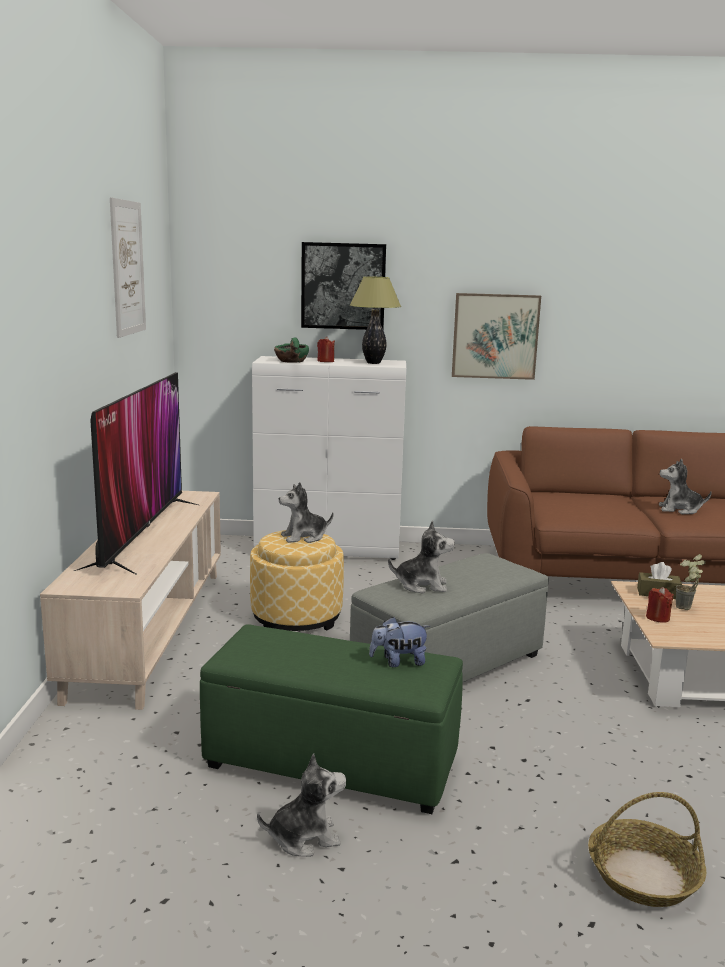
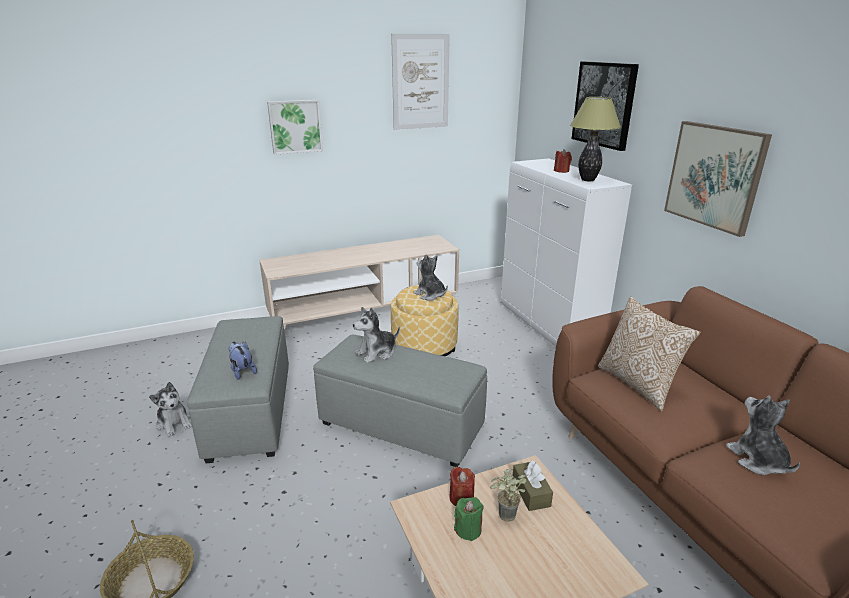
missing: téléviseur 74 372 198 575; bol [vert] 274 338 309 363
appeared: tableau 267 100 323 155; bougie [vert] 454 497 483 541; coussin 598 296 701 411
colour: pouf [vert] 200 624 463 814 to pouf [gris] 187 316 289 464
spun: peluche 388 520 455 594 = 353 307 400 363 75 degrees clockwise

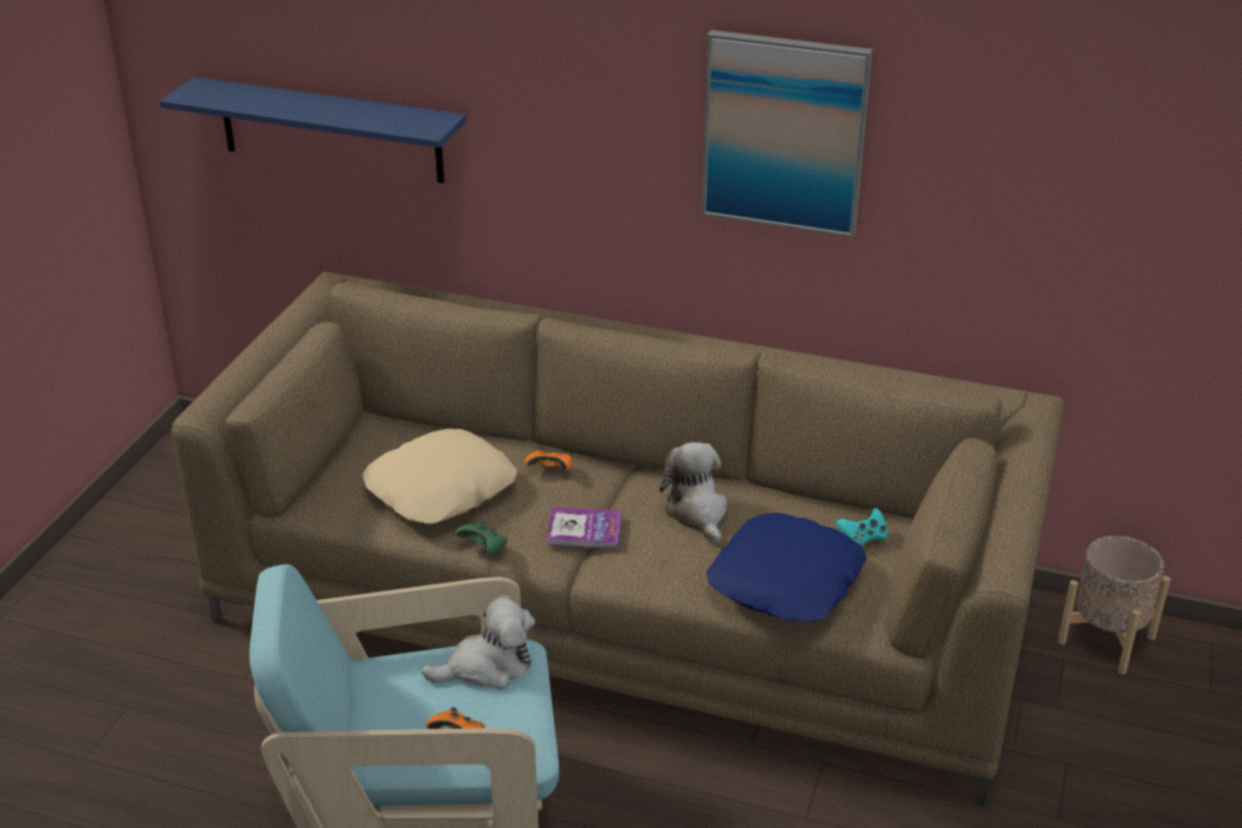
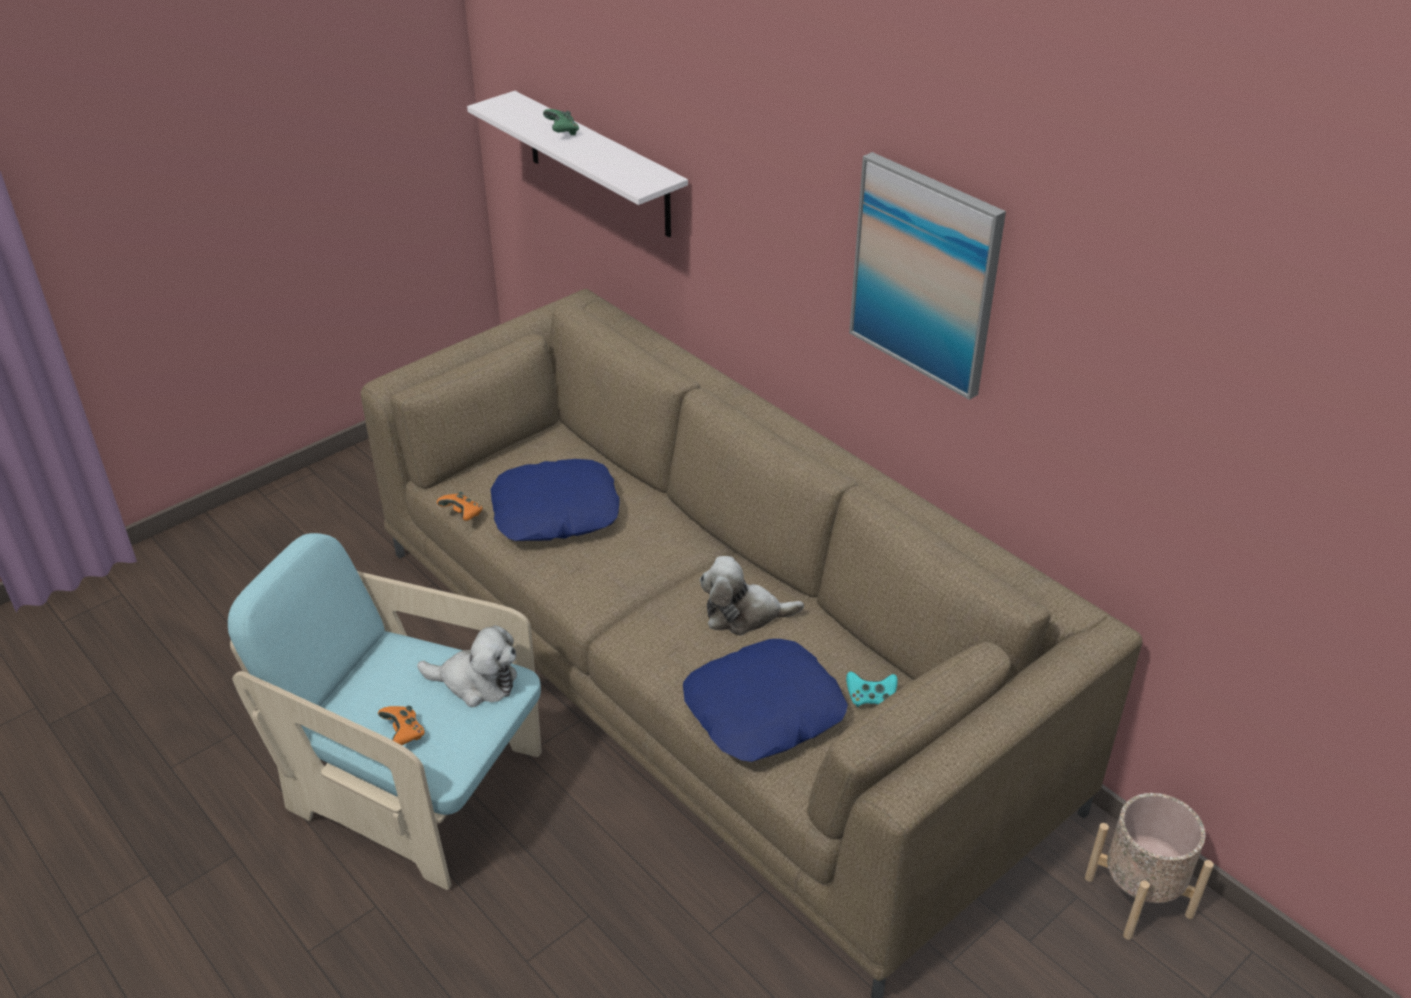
missing: livre 547 507 621 548
relocated: manette [vert] 455 521 508 554 to 543 109 579 135; manette [orange] 525 448 572 471 to 437 492 483 521
colour: étagère [bleu] 160 77 467 183 to étagère [blanc] 467 91 688 237; coussin [beige] 362 429 517 525 to coussin [bleu] 490 459 619 541
spun: peluche 659 442 727 545 = 700 556 804 636 105 degrees counterclockwise

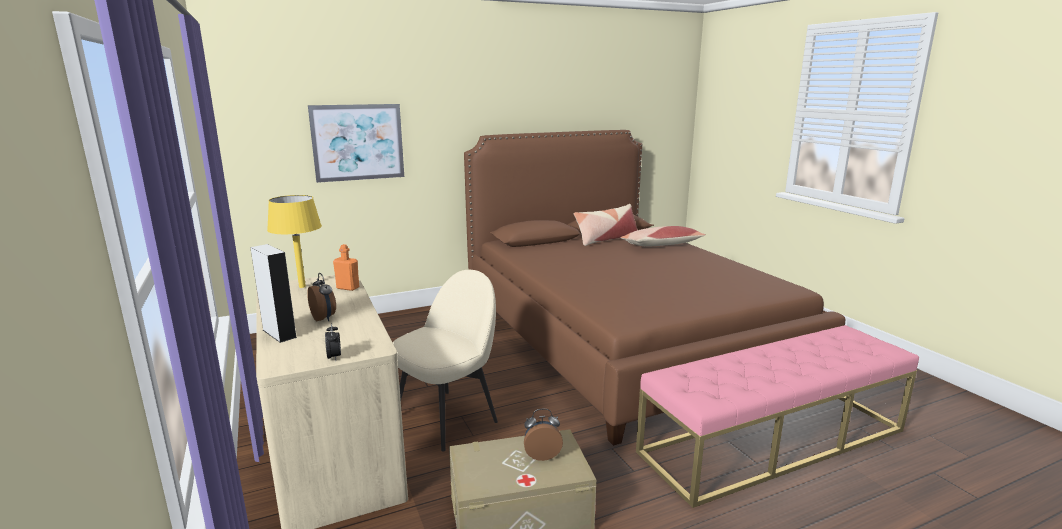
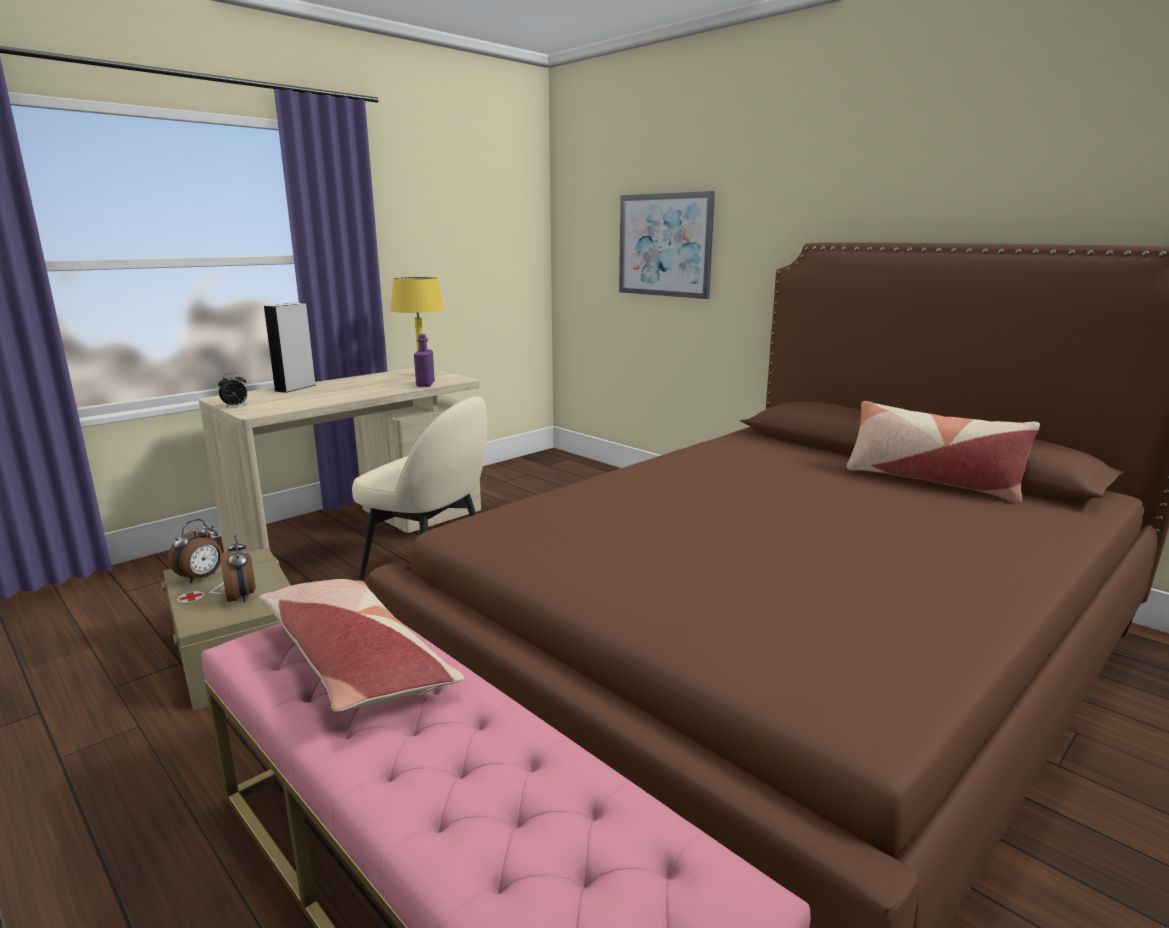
relocated: réveil 307 273 336 321 to 168 519 222 583; coussin 620 226 705 246 to 259 579 464 712
colour: bouteille [orange] 333 244 359 291 to bouteille [violet] 414 334 435 387

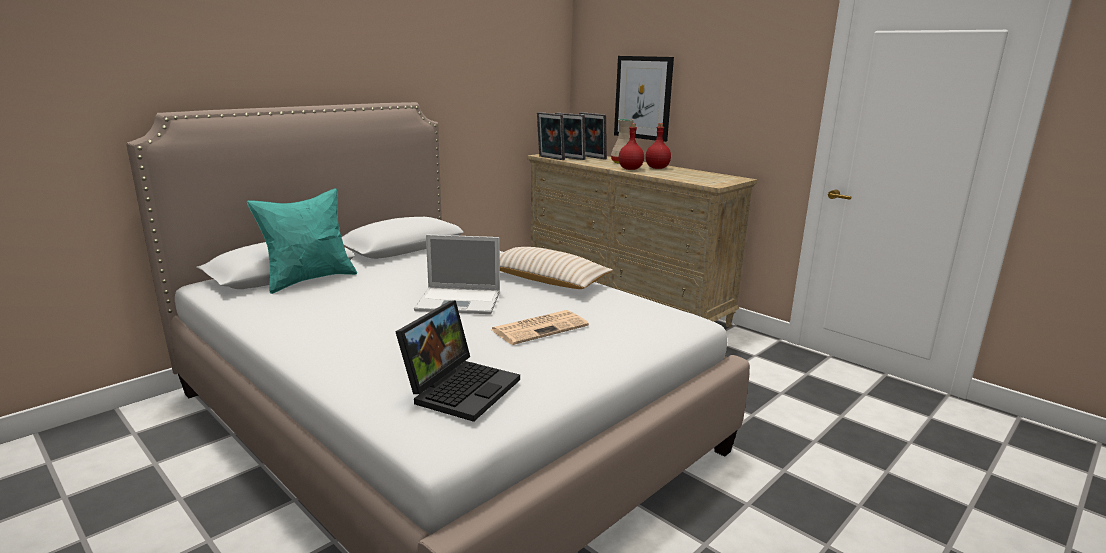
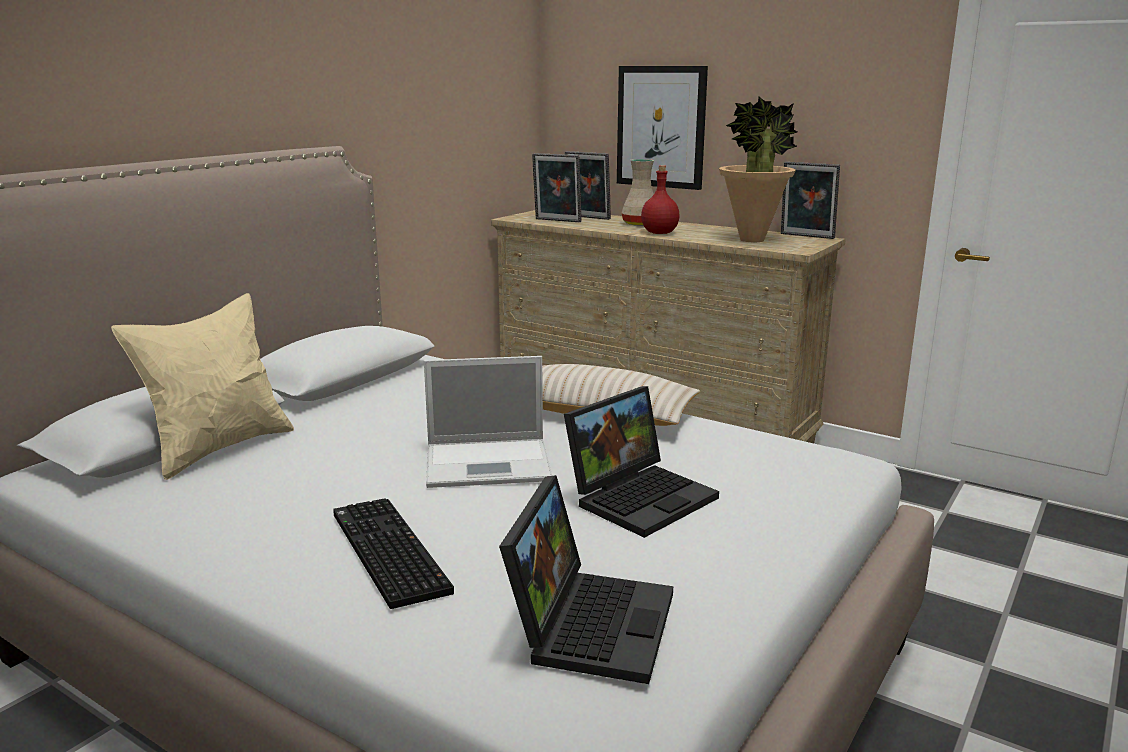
missing: bouteille [rouge] 645 123 671 169
appeared: clavier 333 499 454 609; plante en pot 719 97 797 242
relocated: cadre photo 537 112 565 160 to 781 162 840 239
exchanged: journal 490 310 589 345 to ordinateur portable 564 386 719 538
colour: coussin [turquoise] 247 188 357 294 to coussin [beige] 111 293 294 480

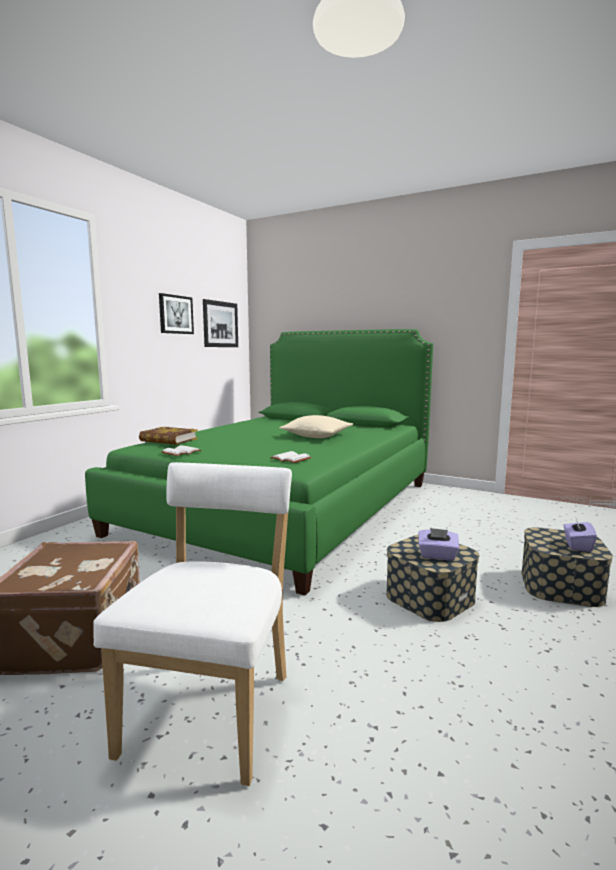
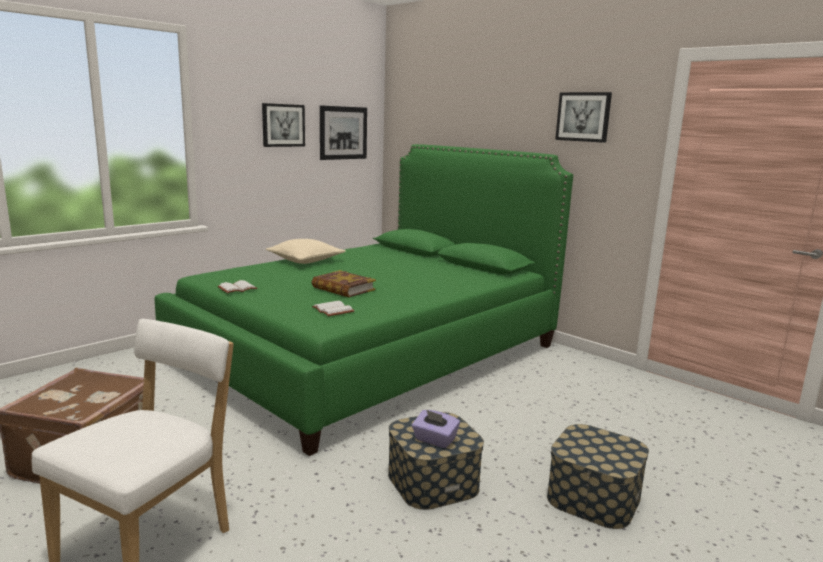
missing: boîte à mouchoirs [violet] 564 519 597 552
appeared: tableau 555 92 612 143
relocated: livre 139 427 198 445 to 311 270 376 297; coussin [beige] 280 415 353 438 to 266 239 346 264

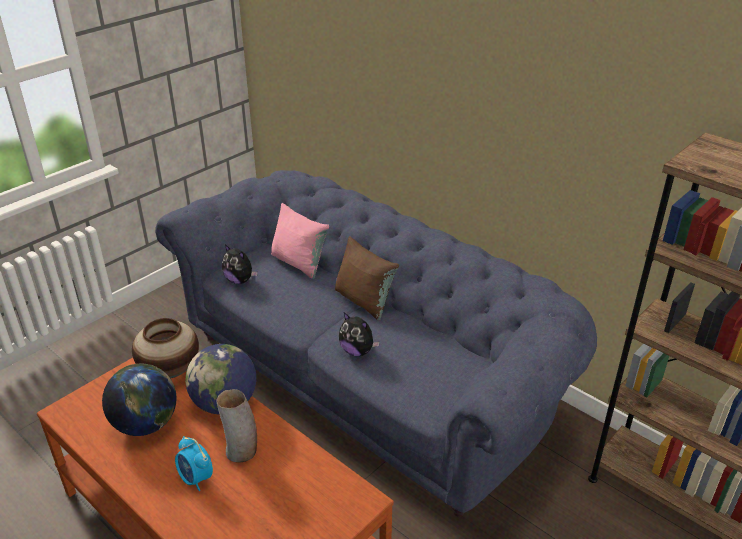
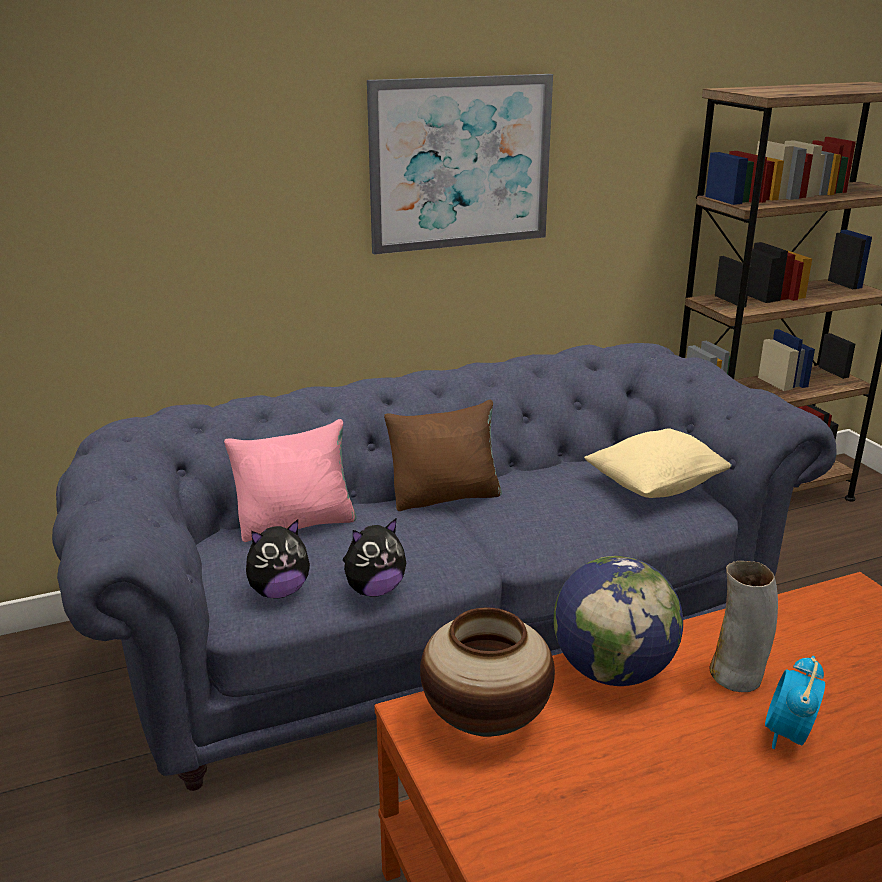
missing: globe 102 364 177 436
appeared: tableau 367 74 553 255; coussin [beige] 584 428 732 498
relocated: peluche 339 312 380 356 to 343 518 406 597
spun: réveil 175 436 213 491 = 765 656 825 749 135 degrees clockwise

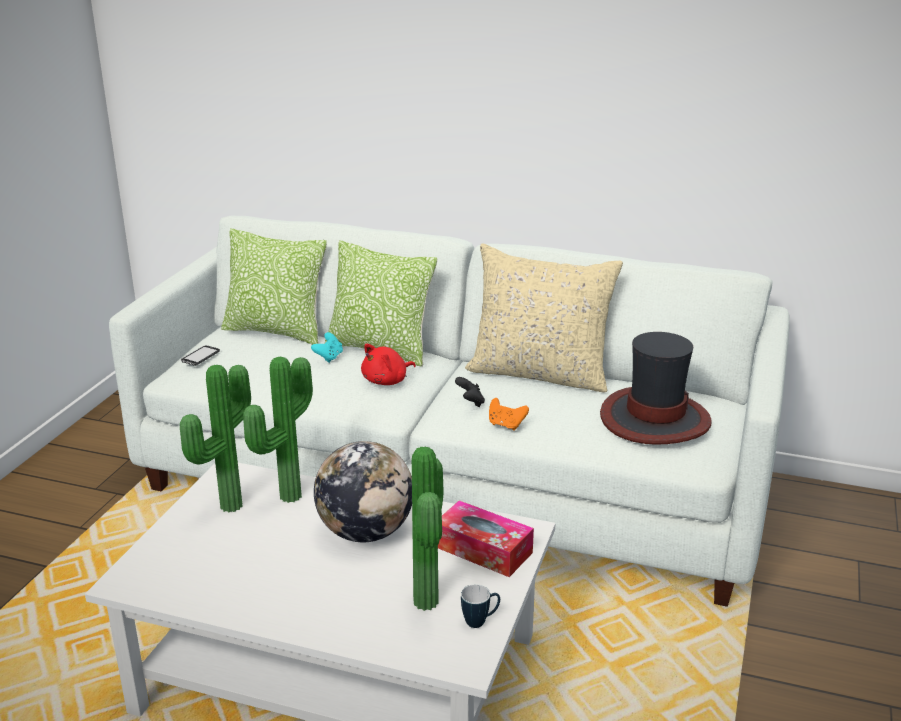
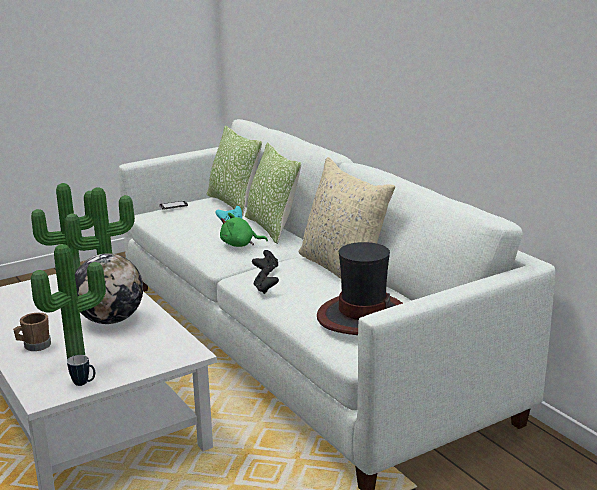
missing: boîte à mouchoirs 438 500 534 577
appeared: mug [marron] 13 313 51 351
colour: peluche [rouge] 361 344 416 385 to peluche [vert] 220 213 268 247; manette [orange] 489 398 529 431 to manette [noir] 254 268 279 294

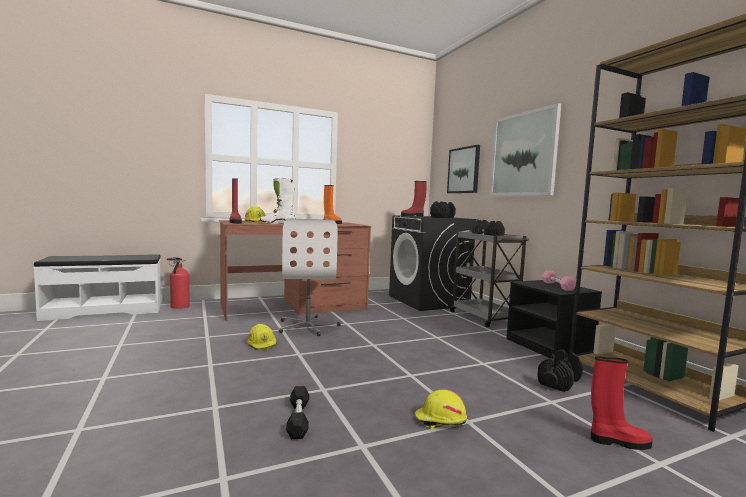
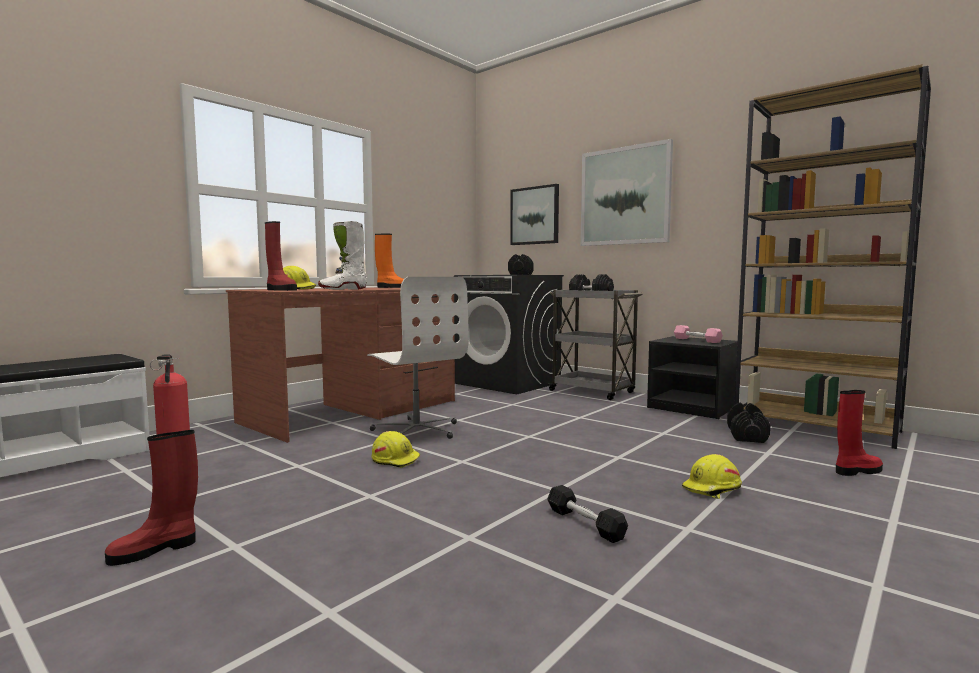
relocated: botte [rouge] 401 181 427 216 to 105 430 198 566

